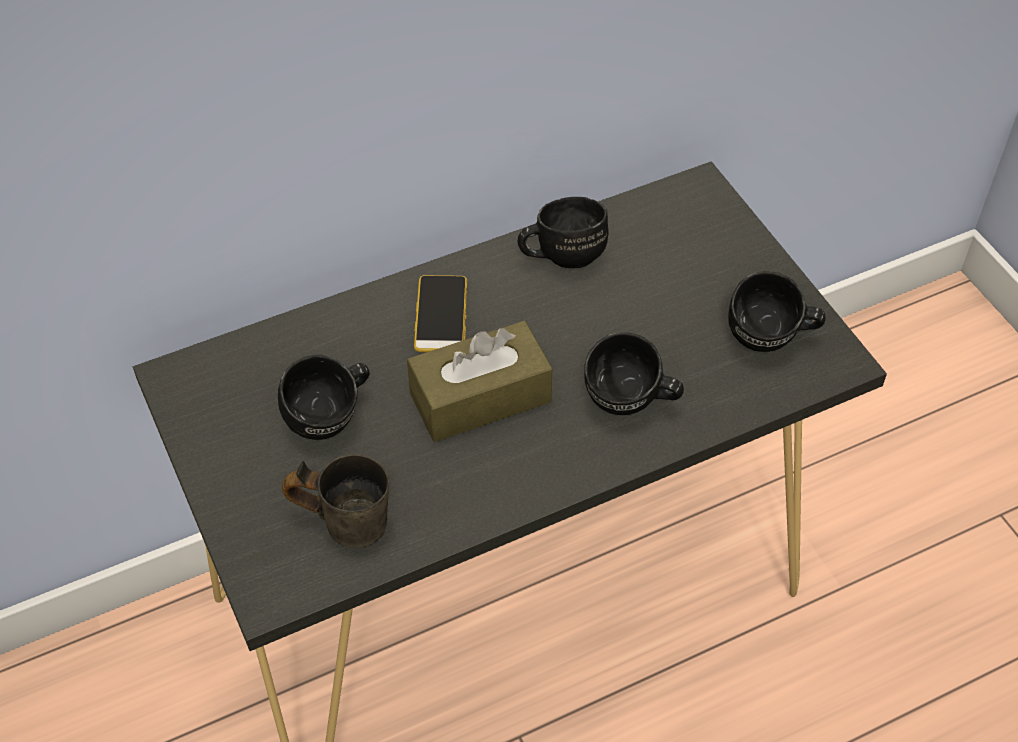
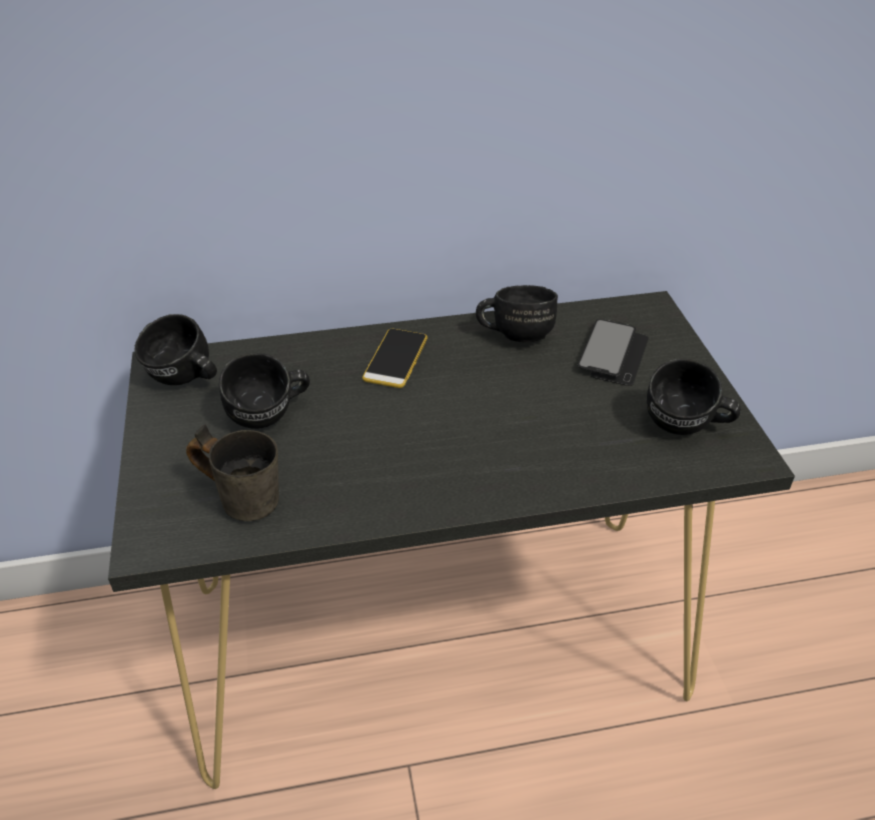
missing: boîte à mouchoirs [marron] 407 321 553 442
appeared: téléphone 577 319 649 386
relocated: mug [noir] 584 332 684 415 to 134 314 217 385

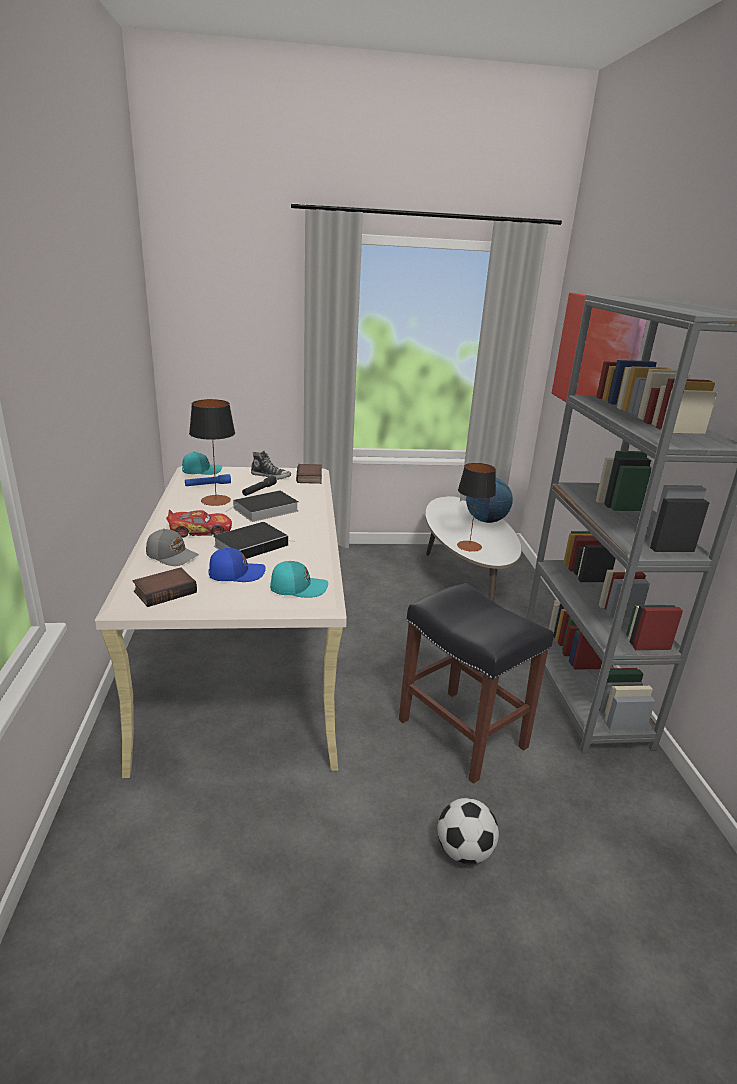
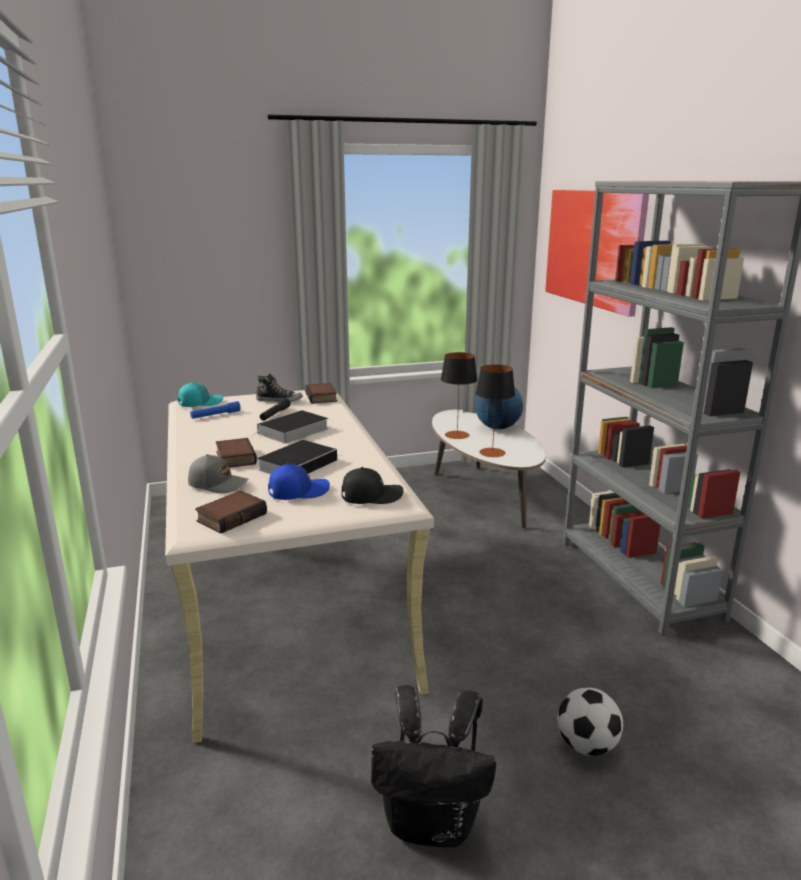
missing: tabouret [noir] 399 583 553 784
appeared: sac à dos [noir] 371 685 496 847
relocated: lampe de table 189 399 235 506 to 441 352 477 439
exchanged: petite voiture 166 510 232 538 to livre 216 438 257 468
colour: casquette [turquoise] 270 561 328 598 to casquette [noir] 342 467 403 504

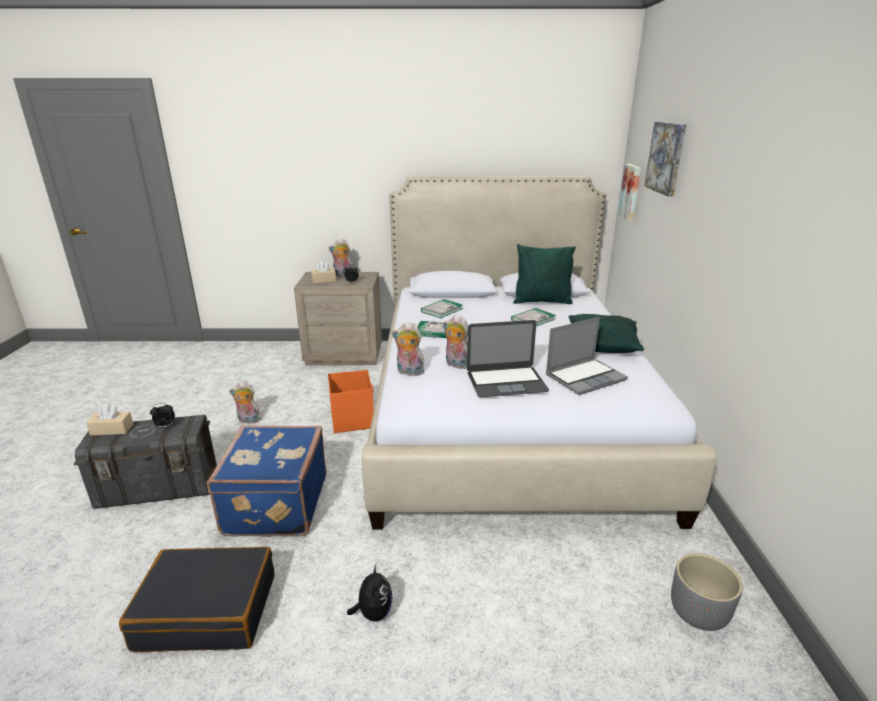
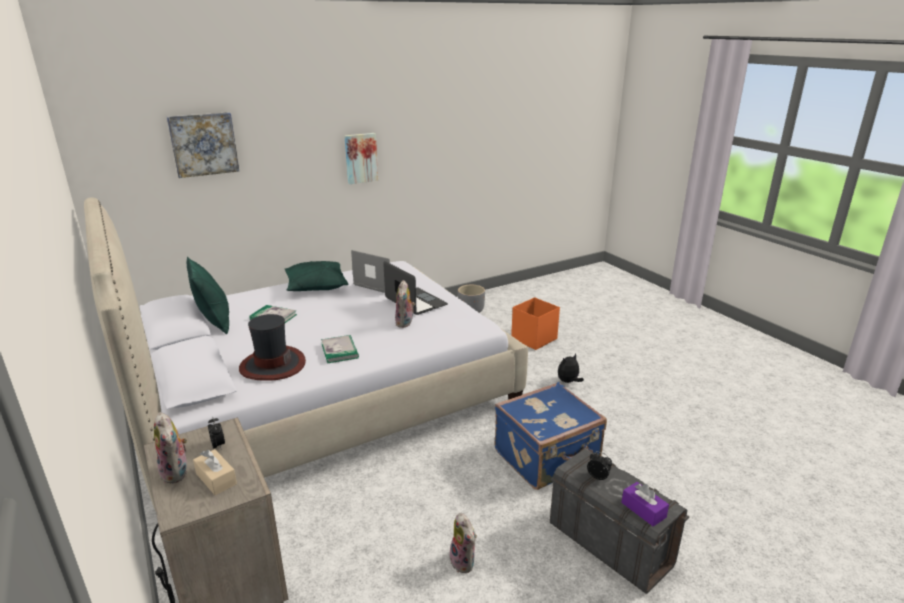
missing: valise [noir] 119 547 275 652; peluche 392 322 424 376
relocated: boîte de rangement [orange] 328 370 374 433 to 511 297 560 350; tableau 618 164 641 221 to 344 133 378 184
exchanged: livre 421 299 463 318 to chapeau 239 314 306 381
colour: boîte à mouchoirs [beige] 86 404 133 436 to boîte à mouchoirs [violet] 622 482 669 527

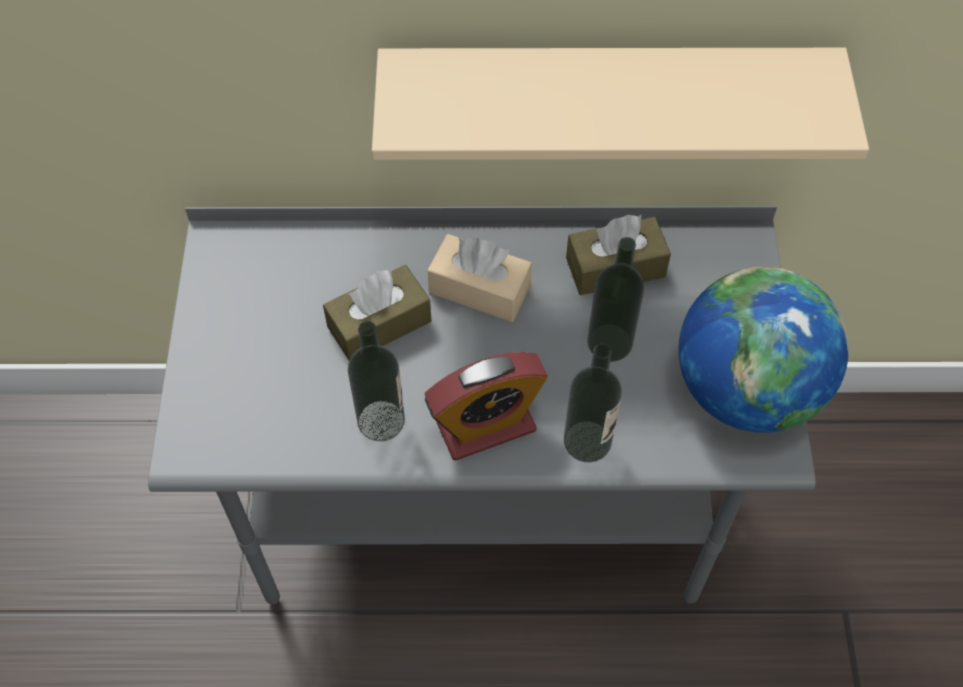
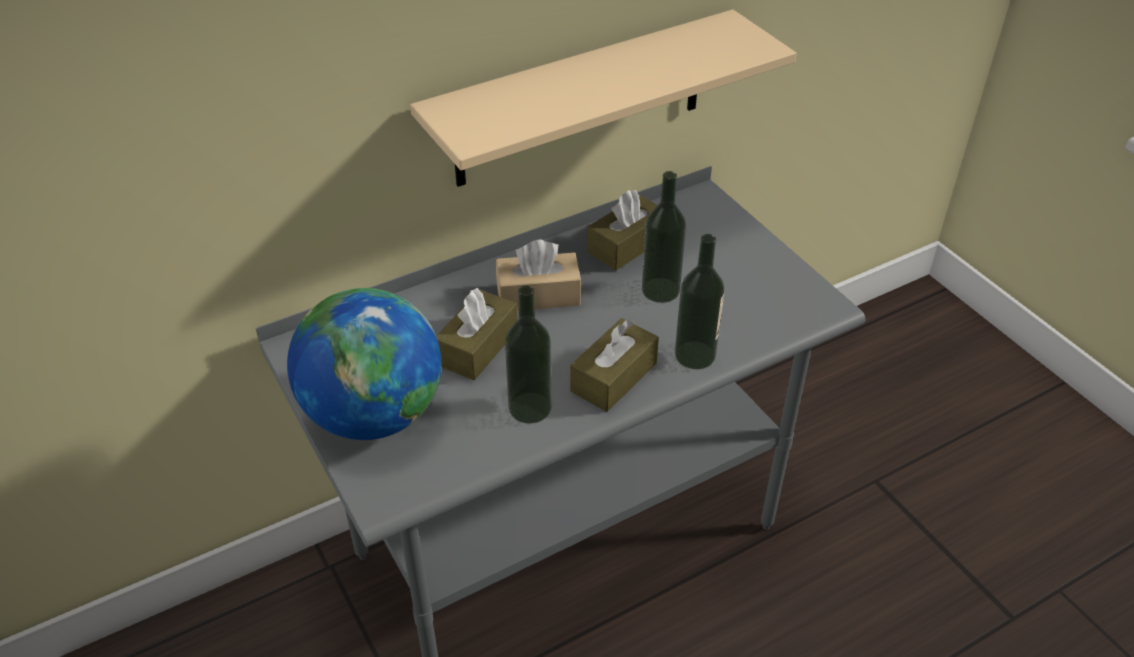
relocated: globe 678 267 849 433 to 287 288 441 440
exchanged: réveil 425 352 548 461 to boîte à mouchoirs [marron] 570 318 659 412

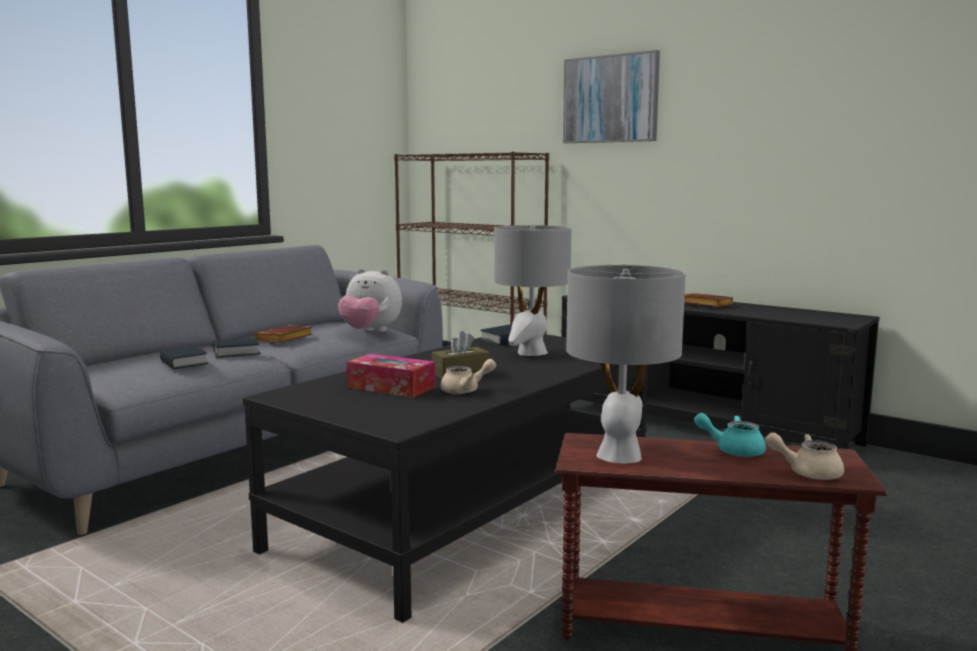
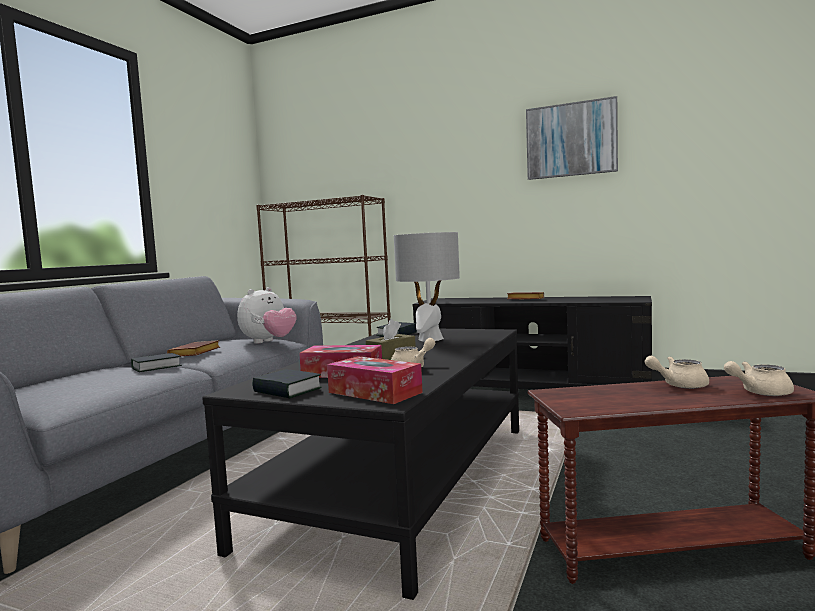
missing: lampe de table [gris] 566 265 686 464
appeared: boîte à mouchoirs 327 356 423 404
relocated: livre 160 346 208 369 to 252 369 322 398; tableau 563 50 660 143 to 526 96 618 180
colour: théière [turquoise] 694 413 766 457 to théière [beige] 645 356 709 389
spun: peluche 338 268 402 332 = 237 287 297 344 60 degrees counterclockwise

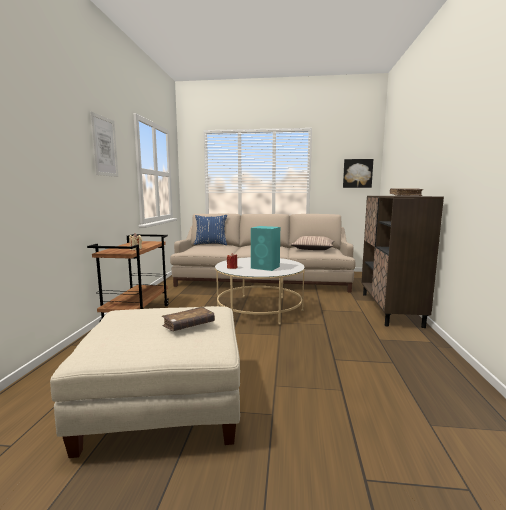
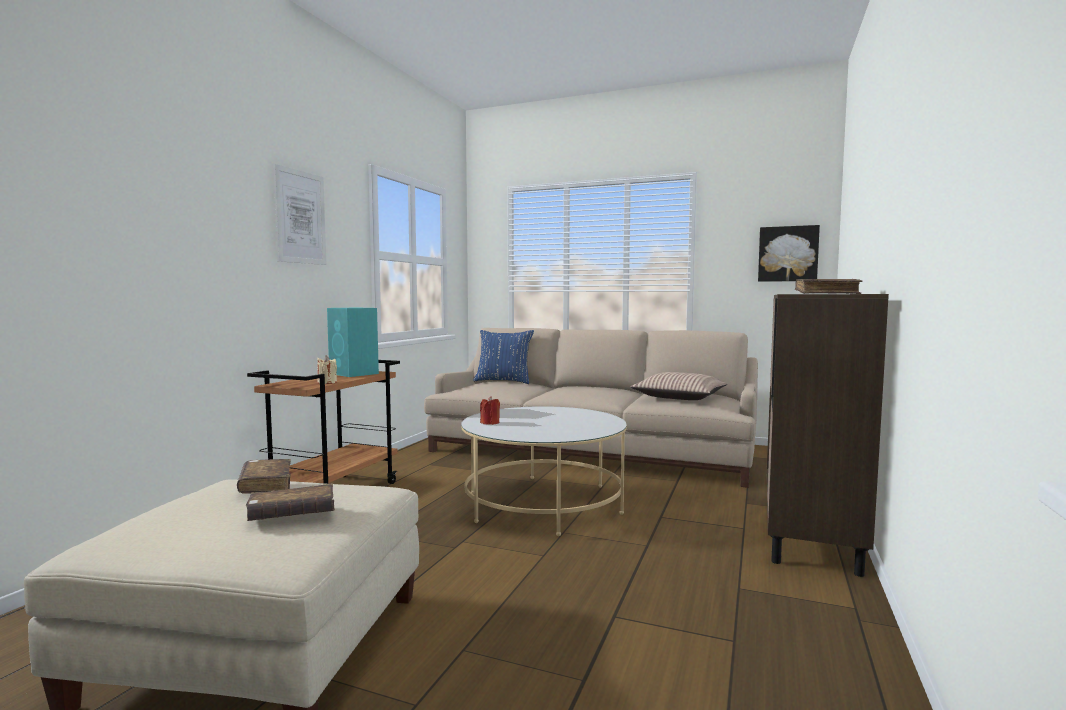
appeared: livre [marron] 237 459 291 494
relocated: enceinte [turquoise] 251 226 280 271 to 327 308 379 377

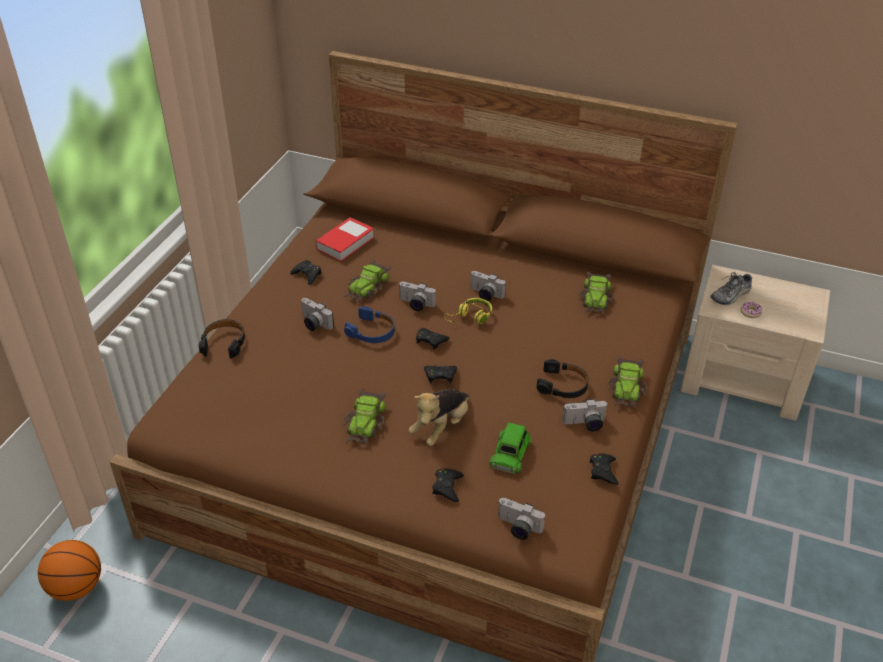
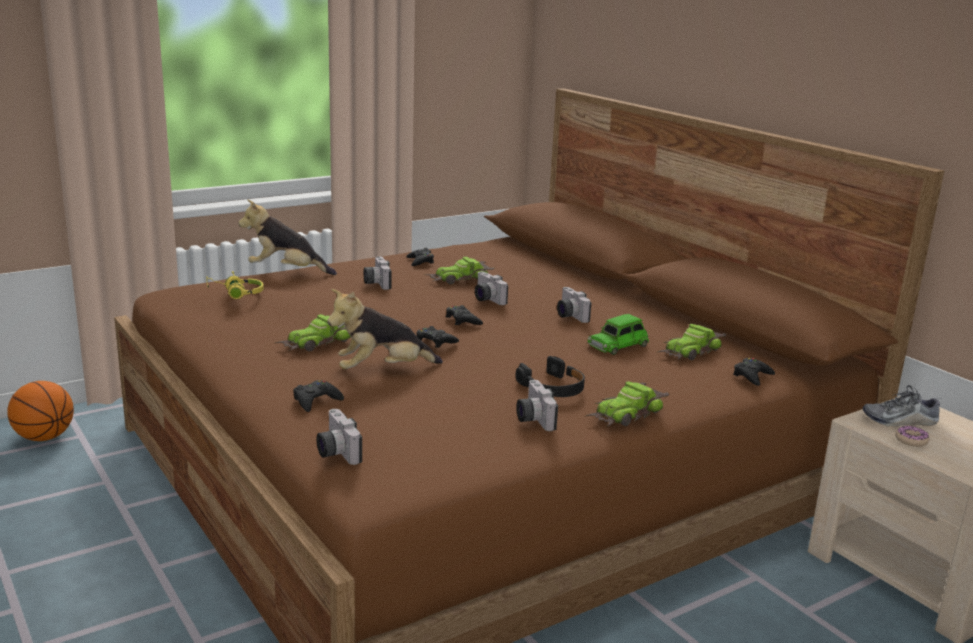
missing: livre 316 217 375 261; casque audio [bleu] 344 307 395 343
relocated: casque audio [jaune] 444 298 492 324 to 207 271 264 299; petite voiture [vert] 489 422 532 474 to 588 314 649 355; manette [noir] 590 453 619 485 to 733 358 775 386
exchanged: casque audio [noir] 199 319 245 359 to peluche 238 200 337 275
spun: appareil photo 562 399 608 431 = 516 380 558 431 45 degrees clockwise

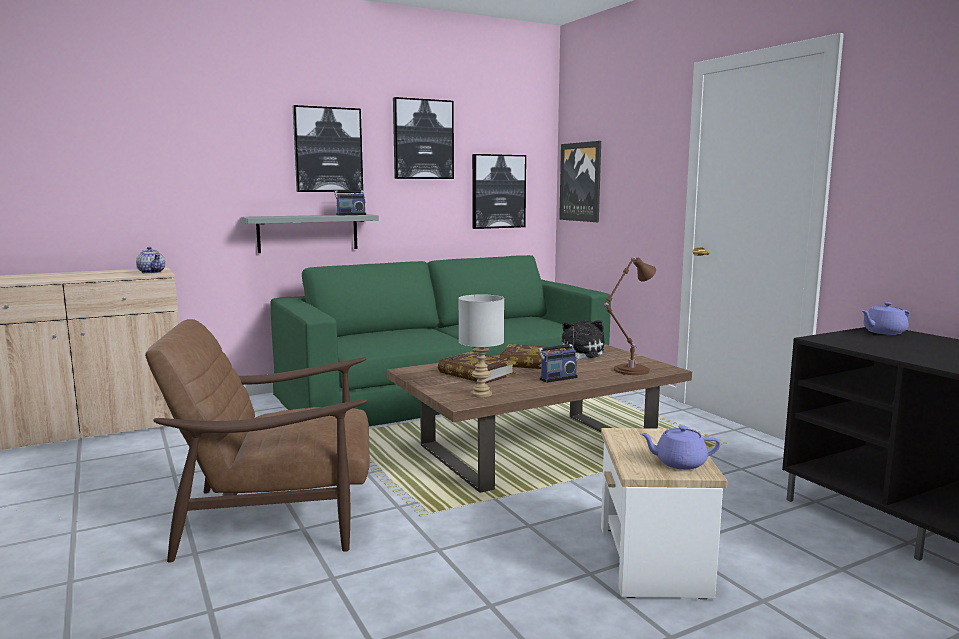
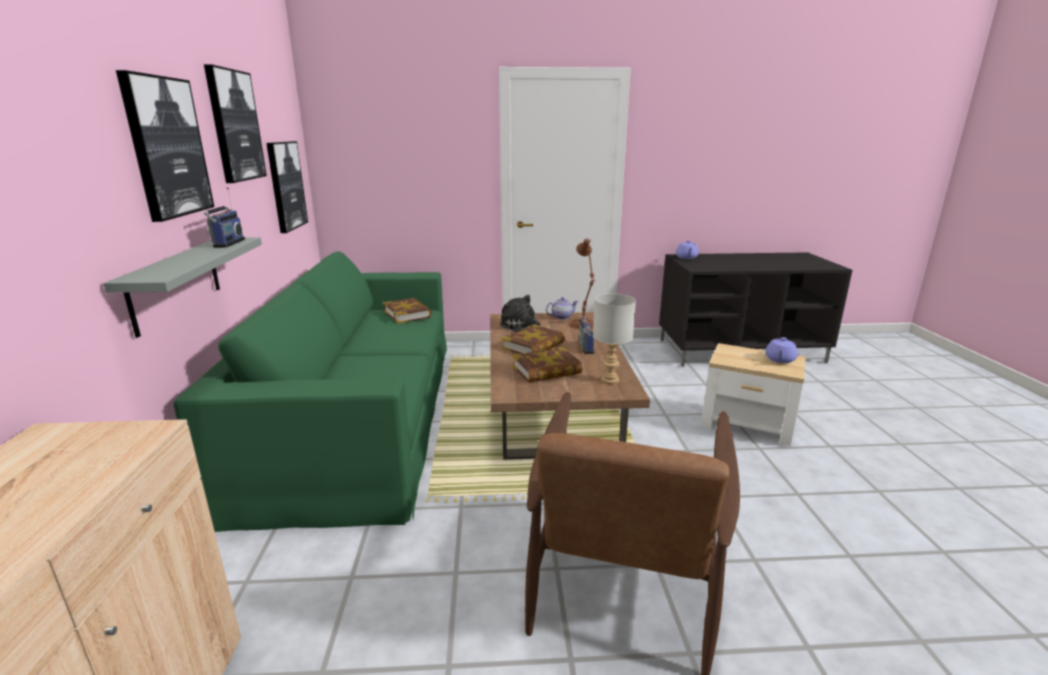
missing: tableau 559 141 601 222
appeared: livre 383 298 432 324
relocated: théière 136 247 165 274 to 546 297 578 320

